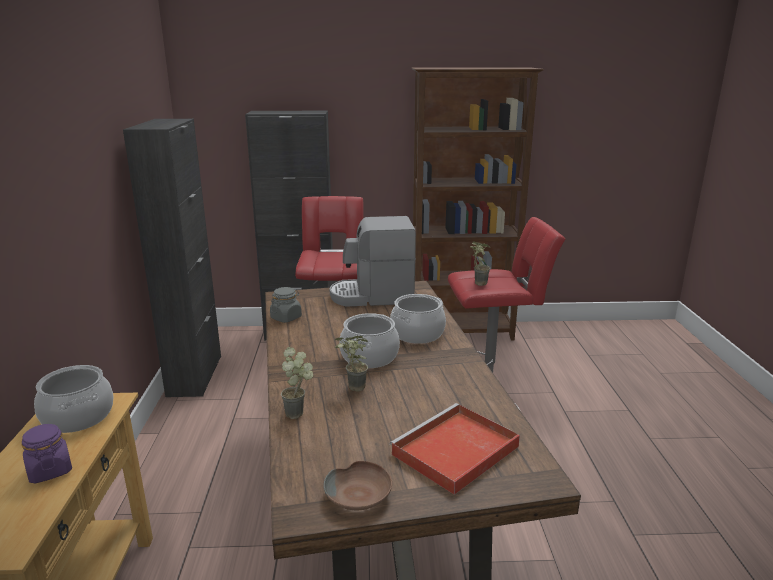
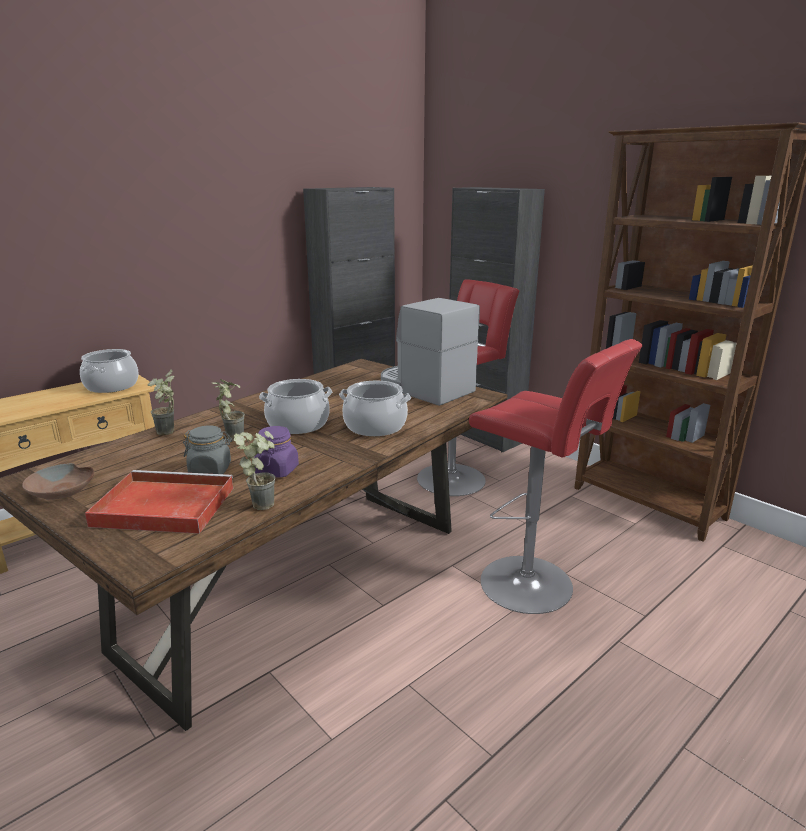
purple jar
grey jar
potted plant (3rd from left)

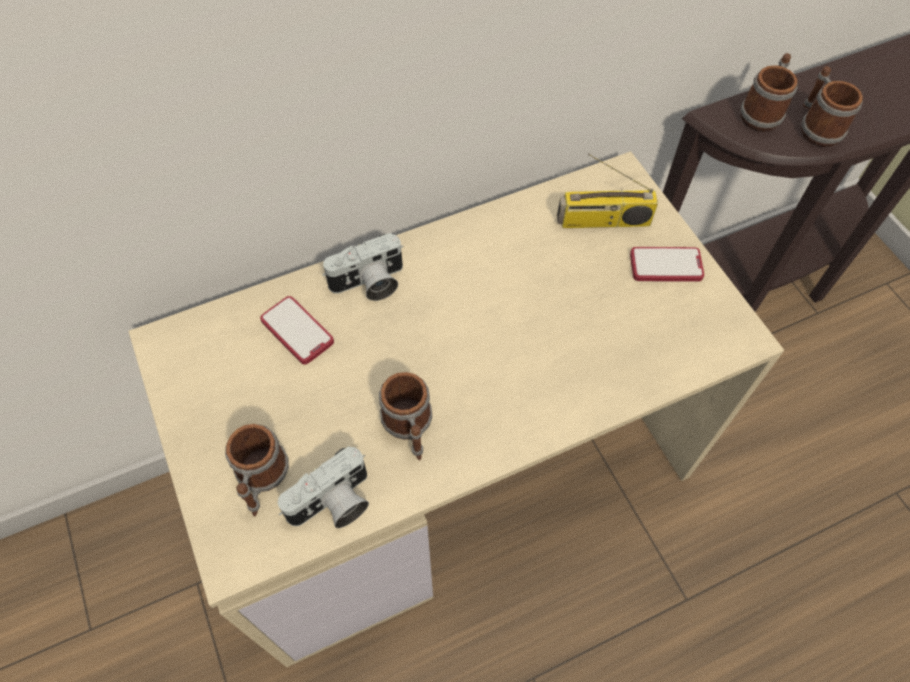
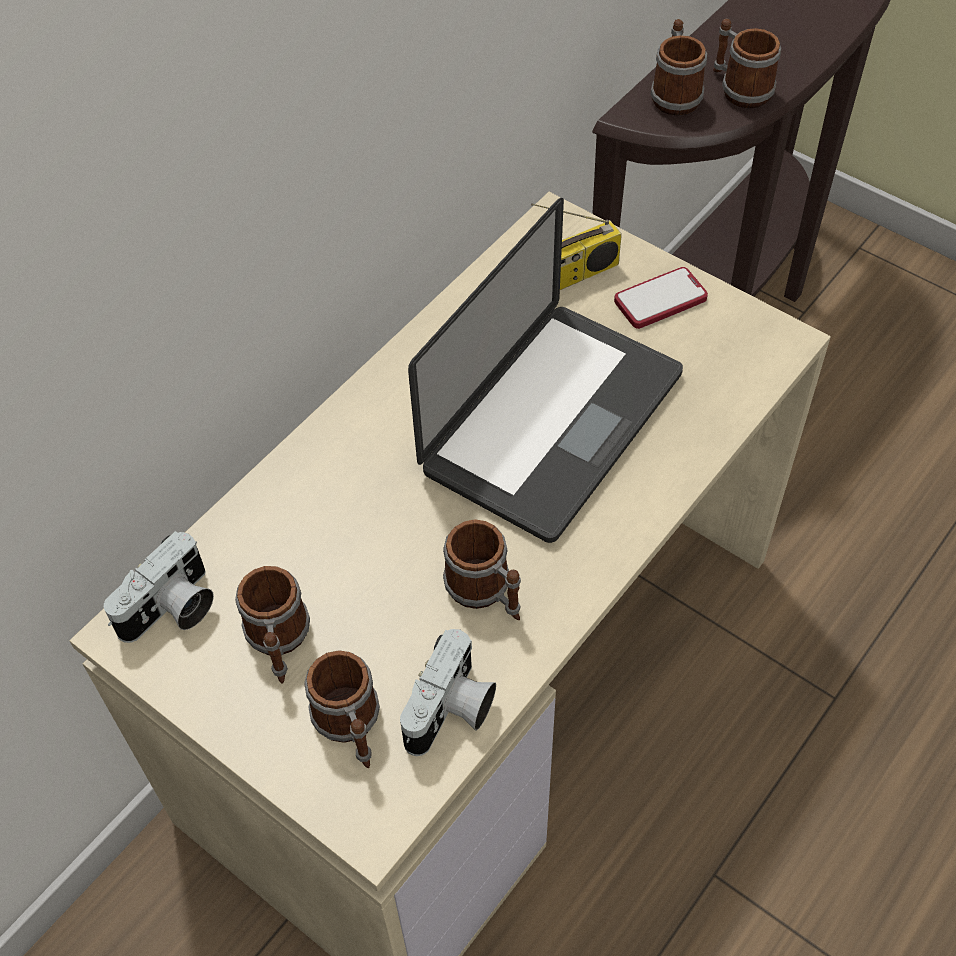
phone (1st from left in the first image)
mug (1st from left)
laptop
photo camera (1st from left)

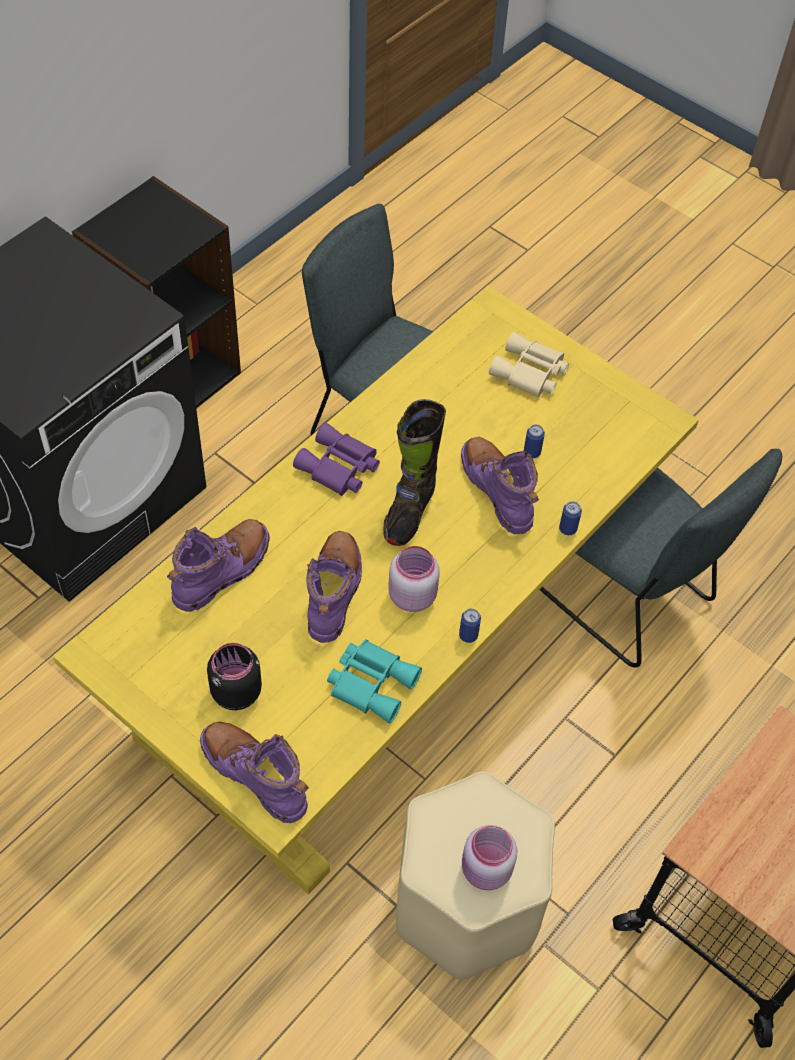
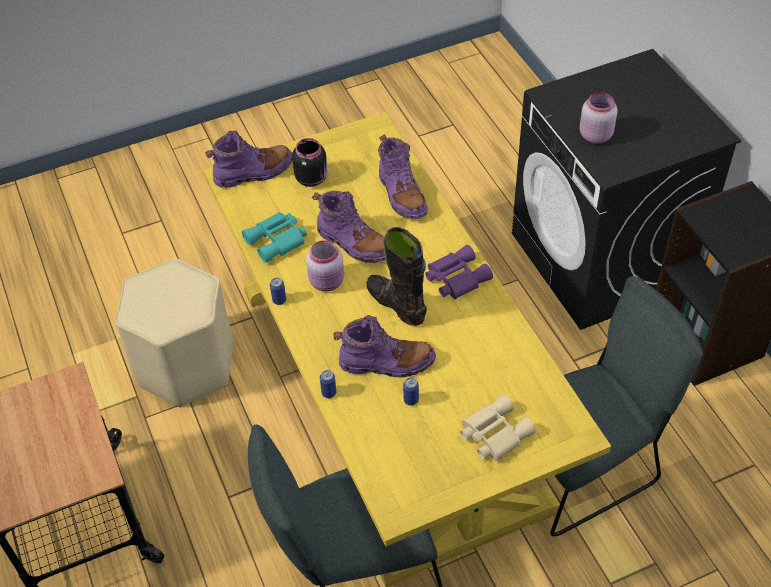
pink jar (2nd from left)

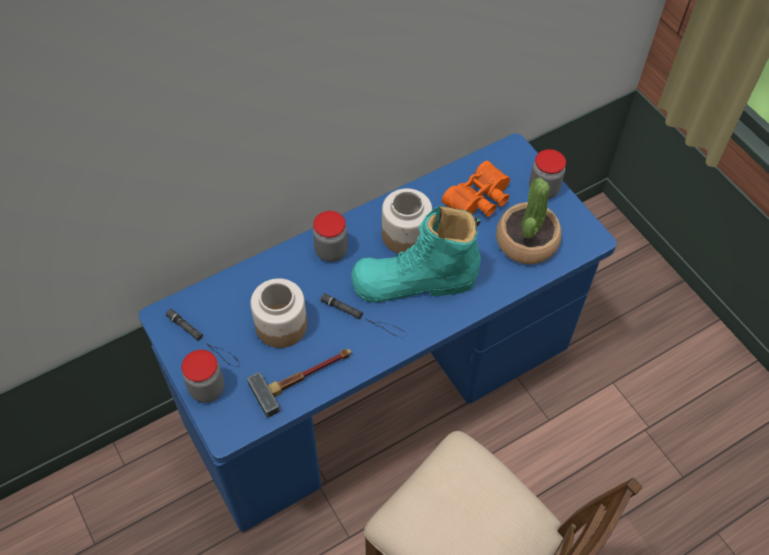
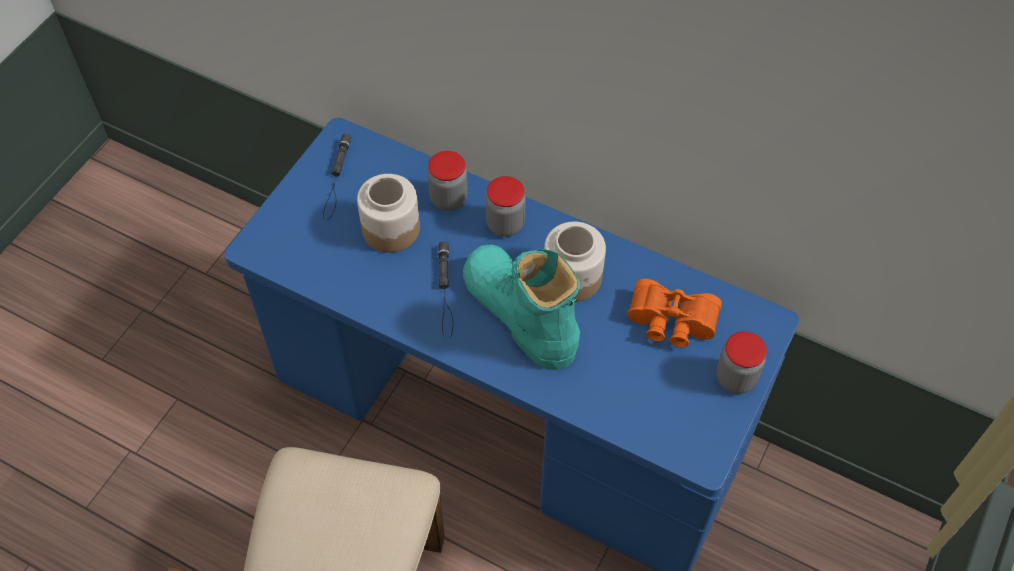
hammer
potted plant
jar (2nd from left)

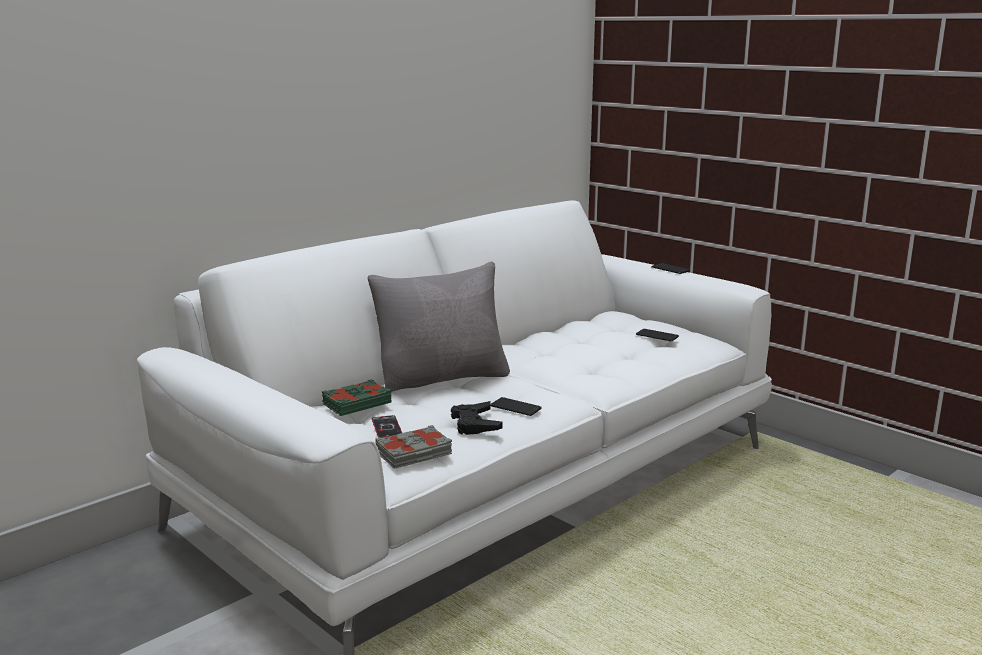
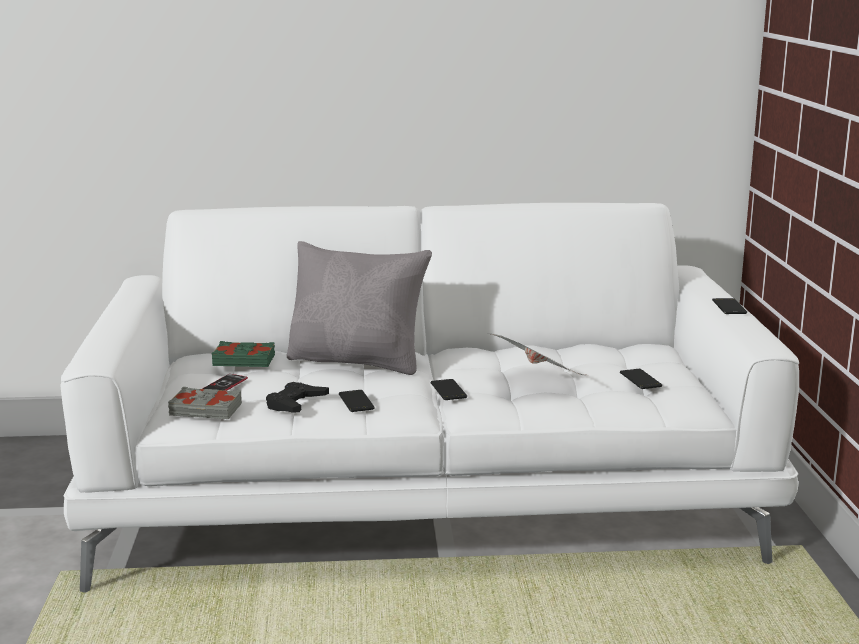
phone (3rd from left)
newspaper

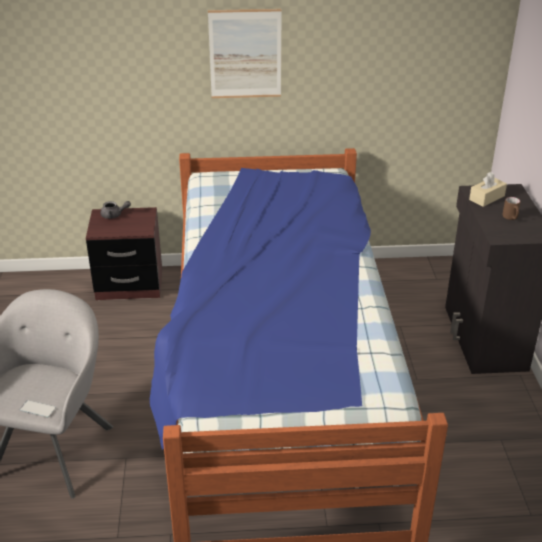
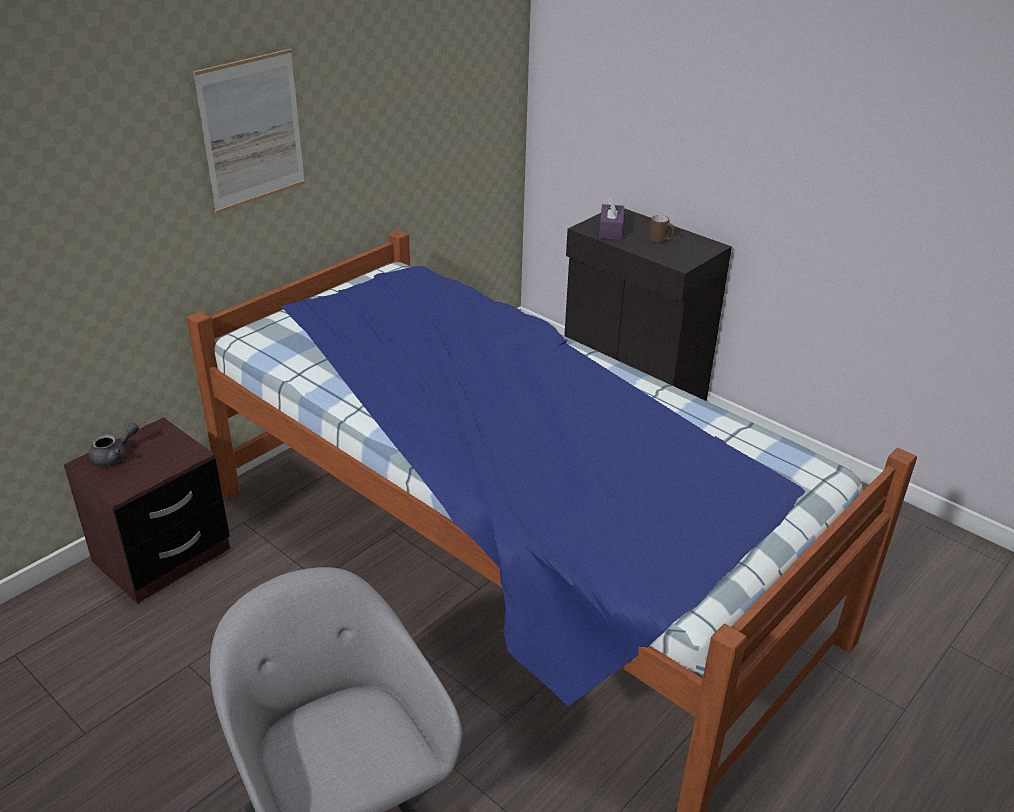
phone
purple tissue box

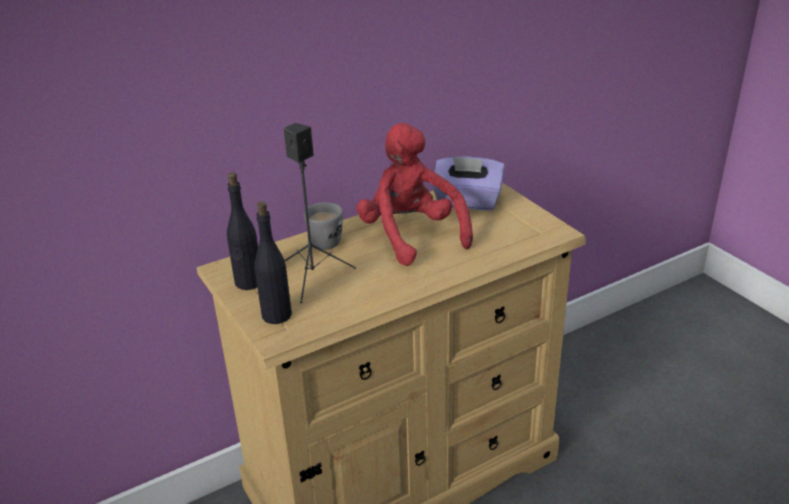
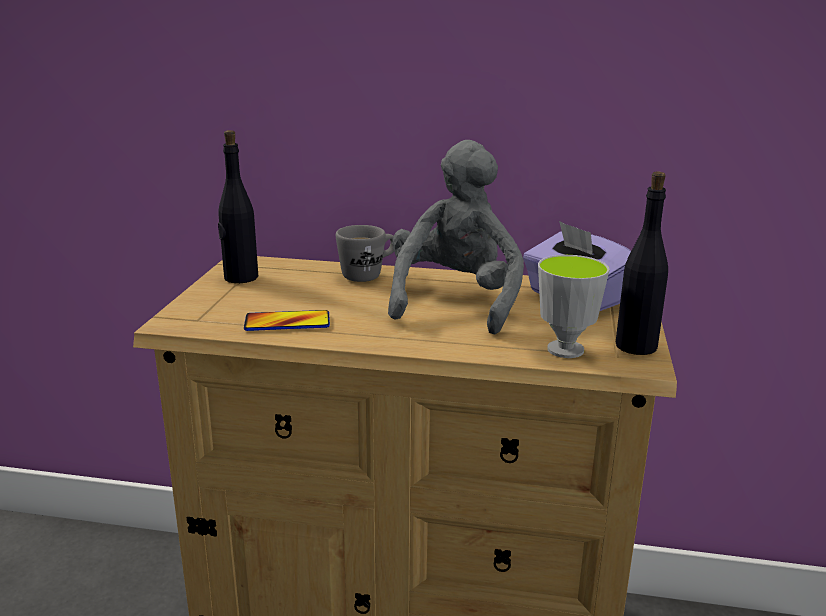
black speaker
phone
cup
black bottle (2nd from left)
grey plush toy

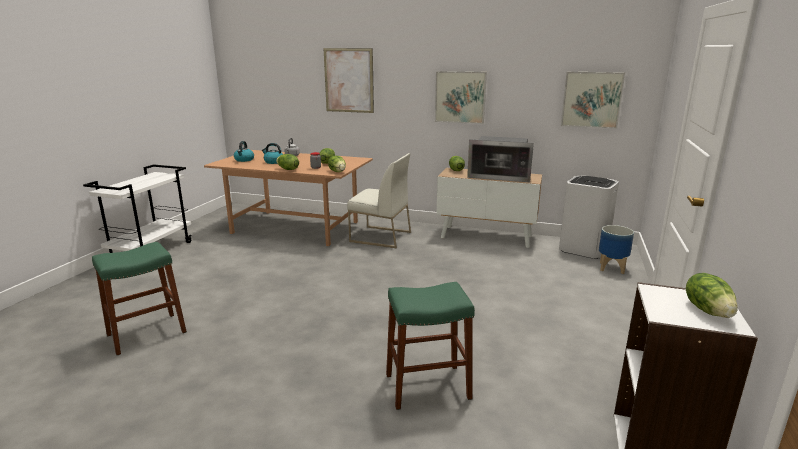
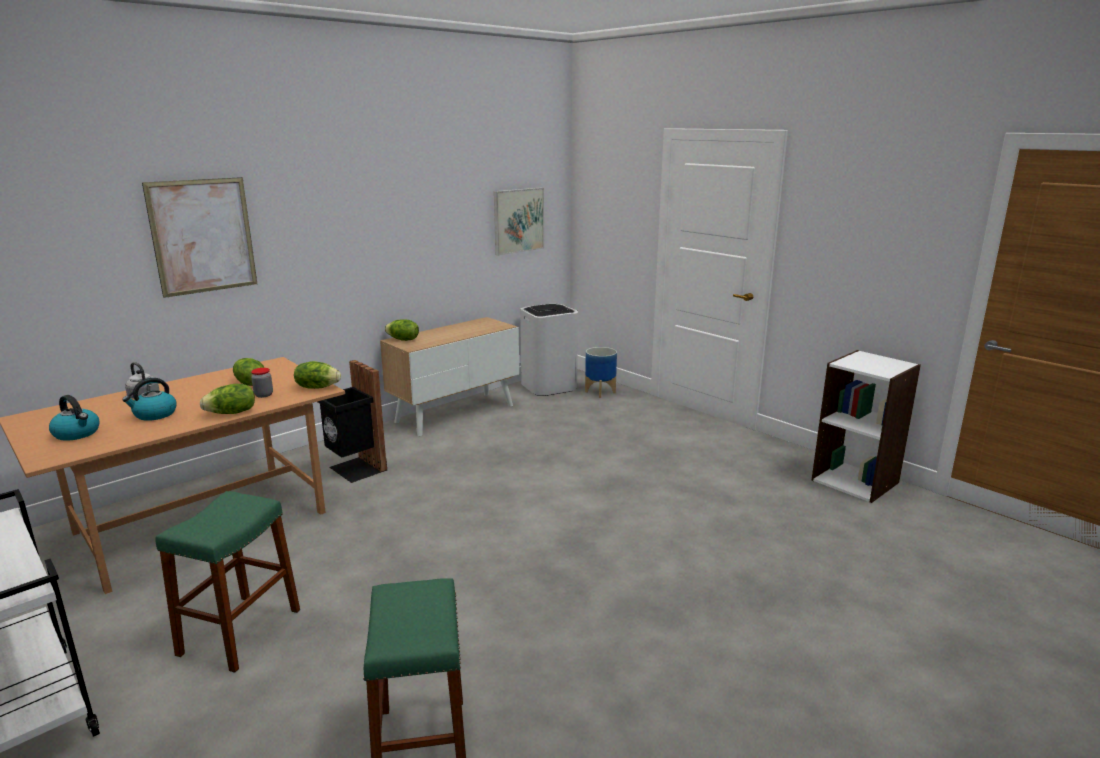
picture (2nd from left in the first image)
microwave
lettuce (5th from left in the first image)
green stool (1st from left)
black trash can

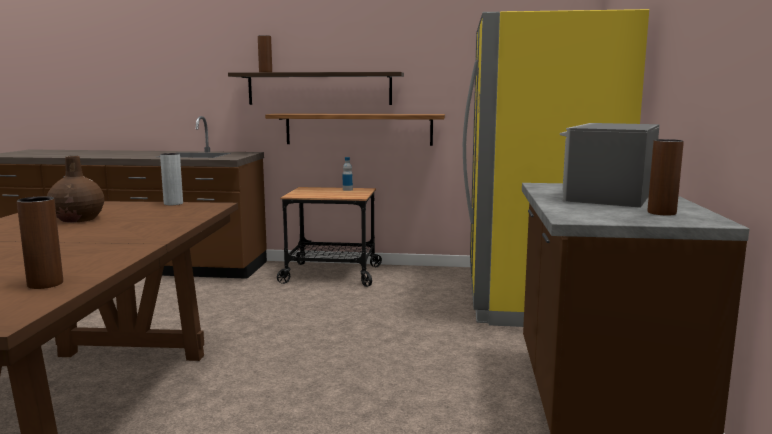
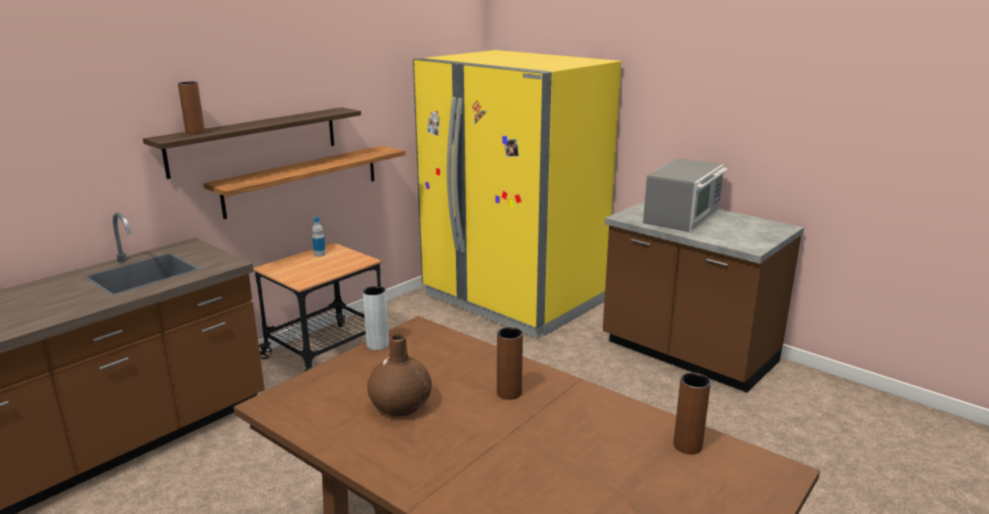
brown vase (3rd from left)
microwave

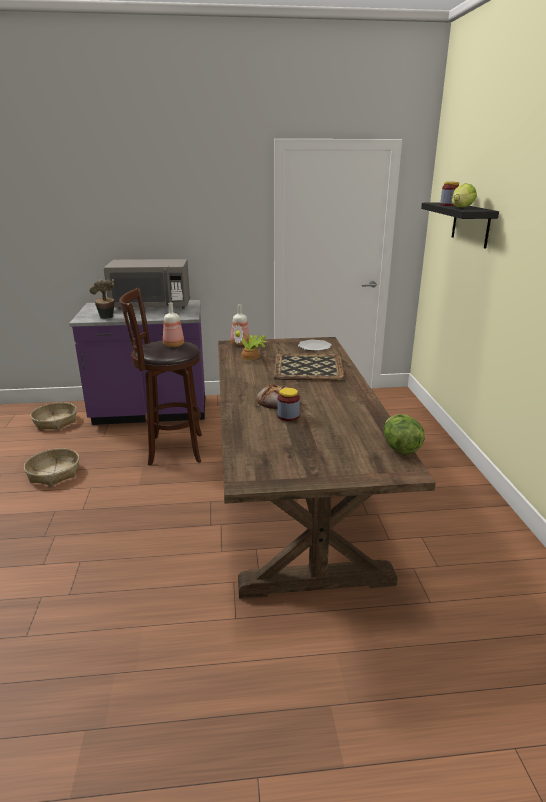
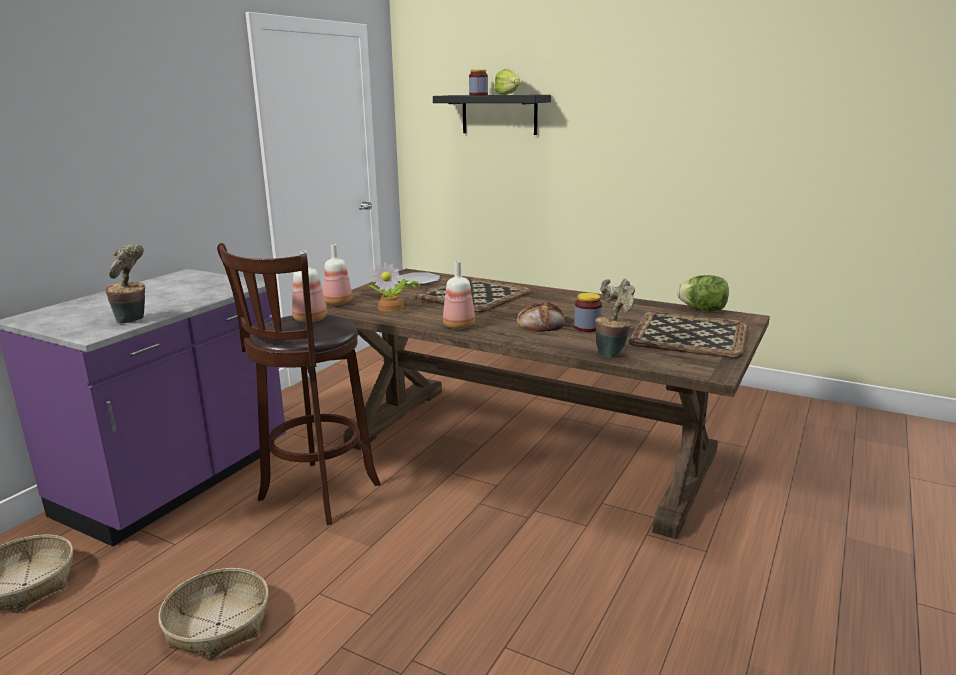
grey microwave
bottle (3rd from left)
potted plant (3rd from left)
tray (2nd from left)

